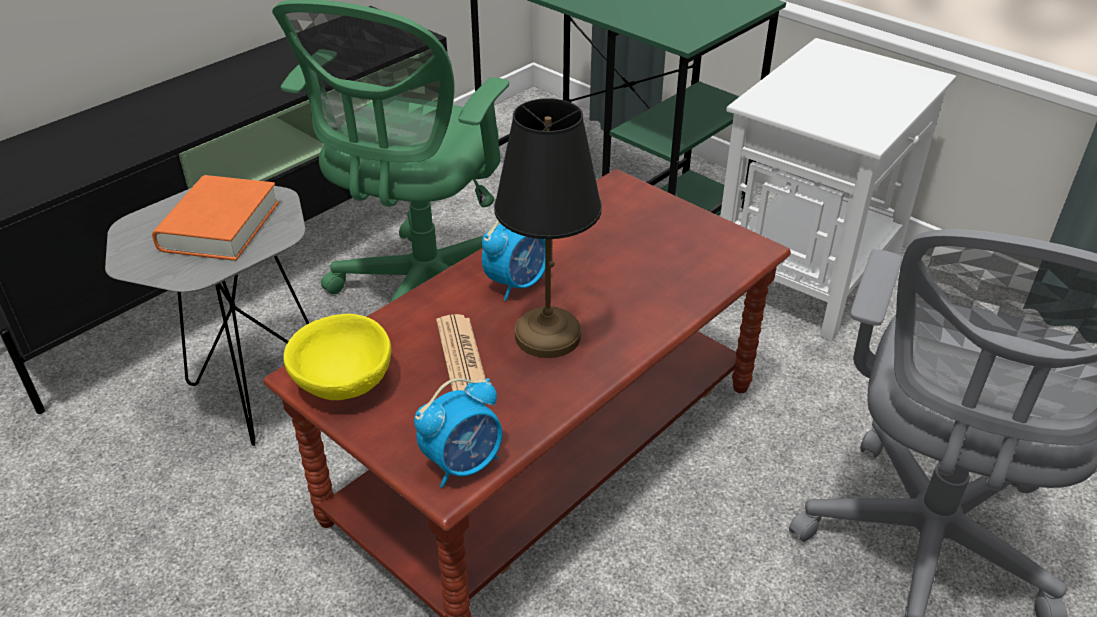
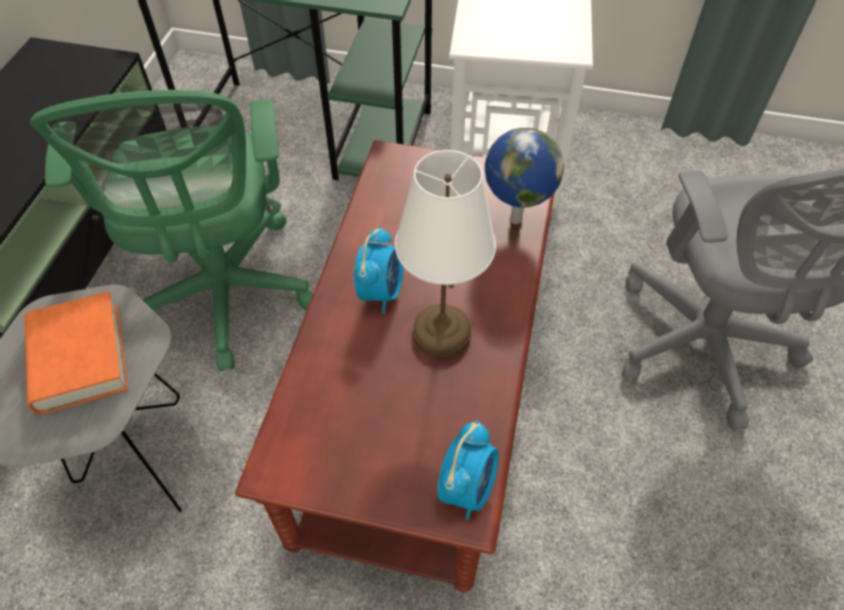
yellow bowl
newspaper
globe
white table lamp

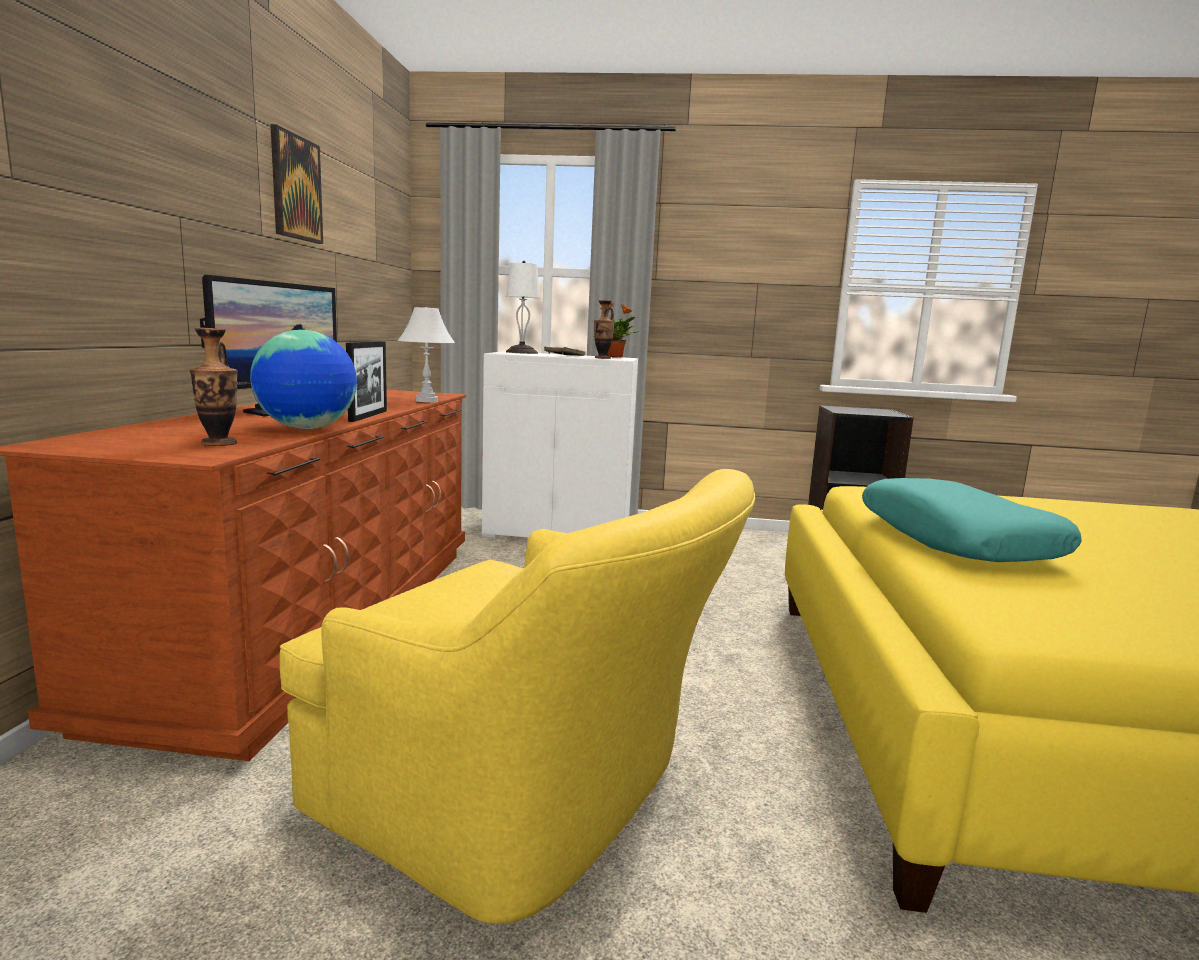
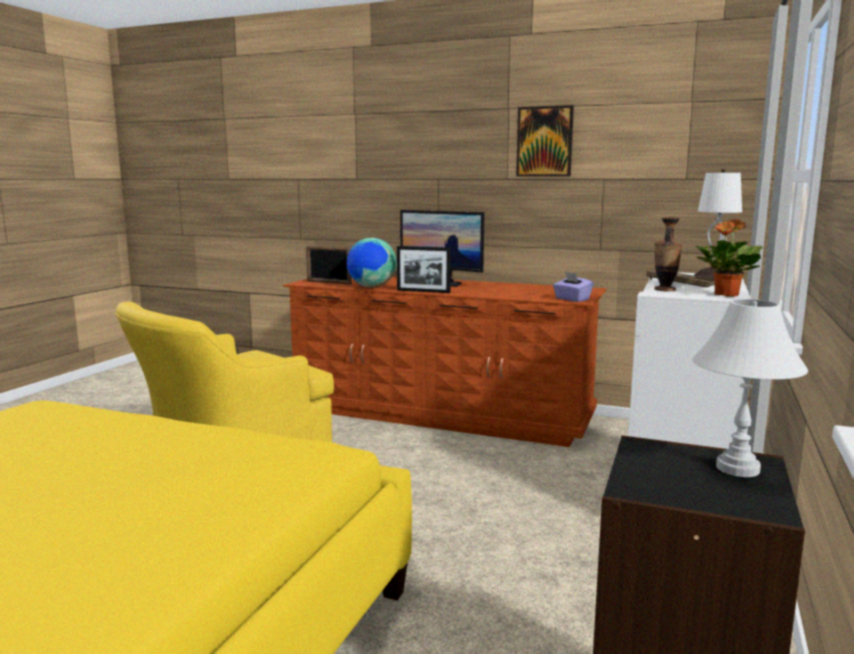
turquoise pillow
purple tissue box
white table lamp (2nd from left)
picture frame (1st from left)

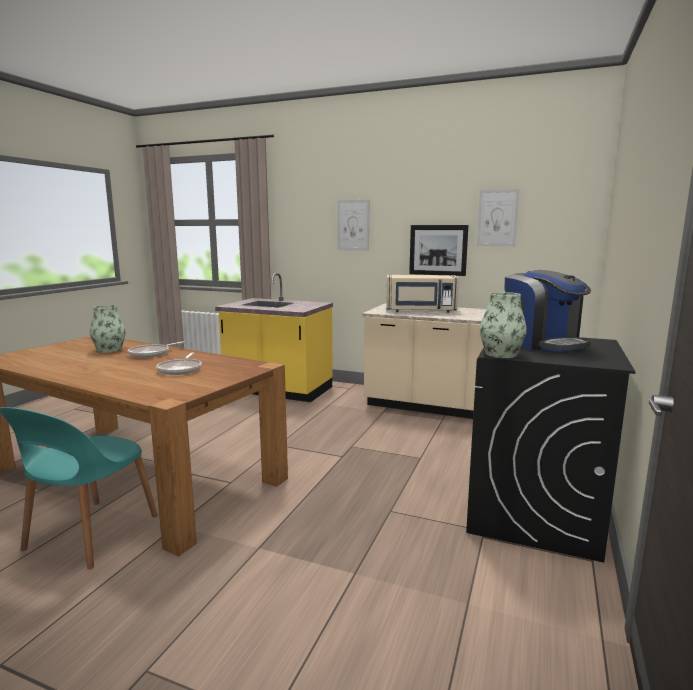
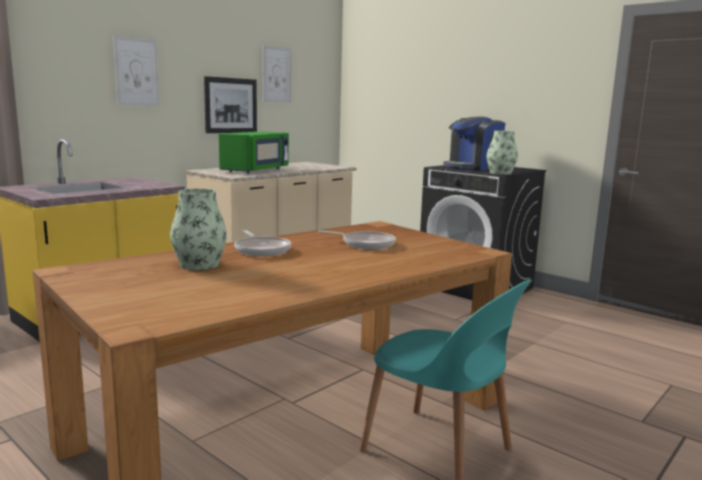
green microwave
coffee machine

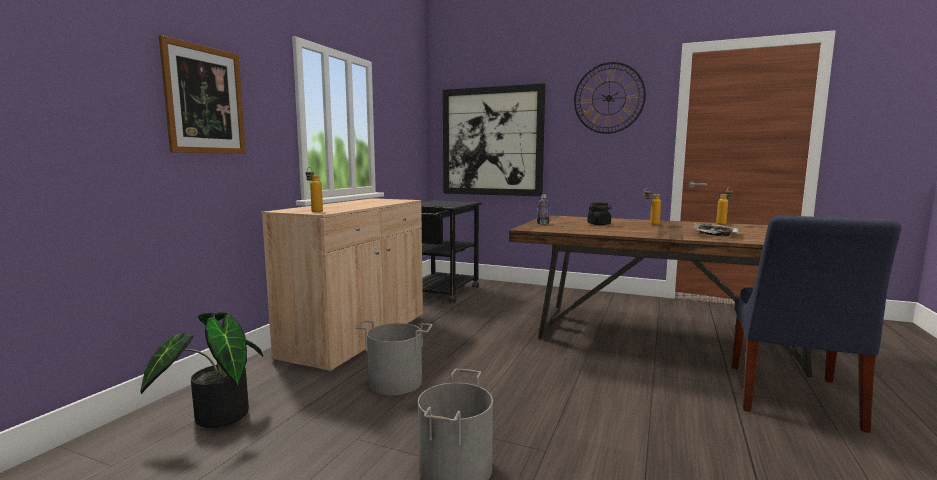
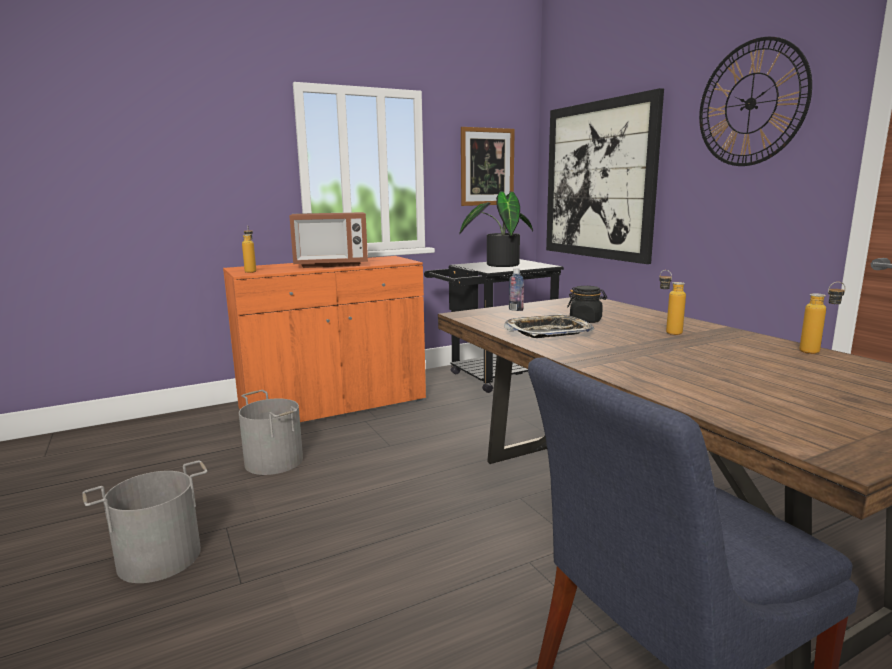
microwave
potted plant
picture (1st from left)
tray
orange cabinet

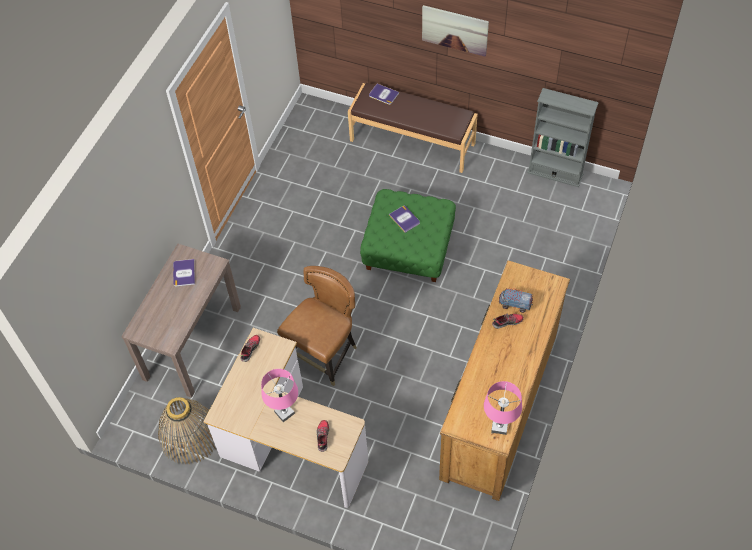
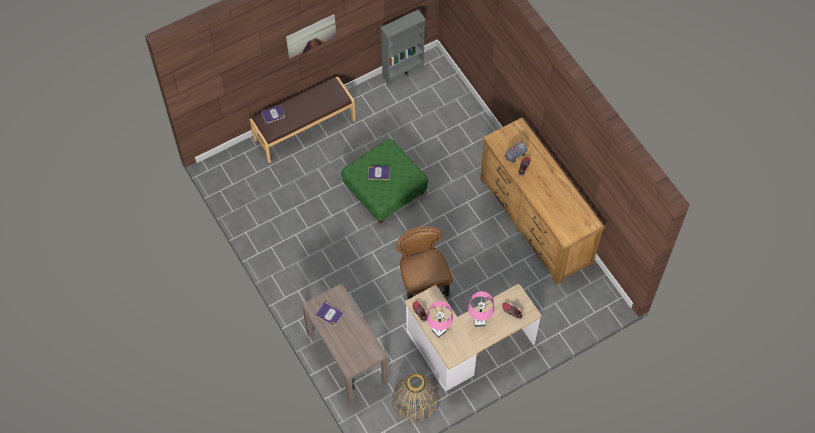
pink table lamp (1st from left)

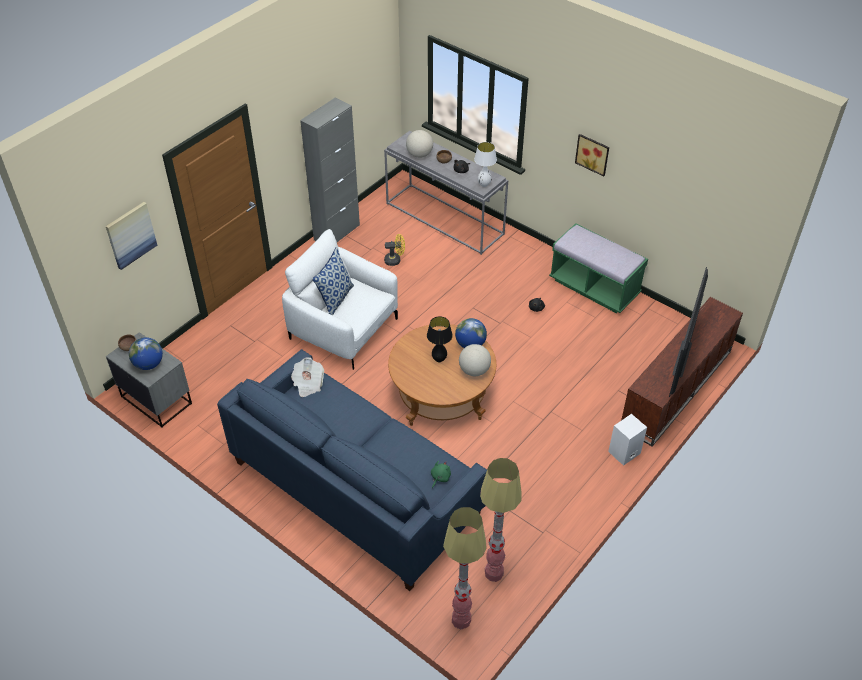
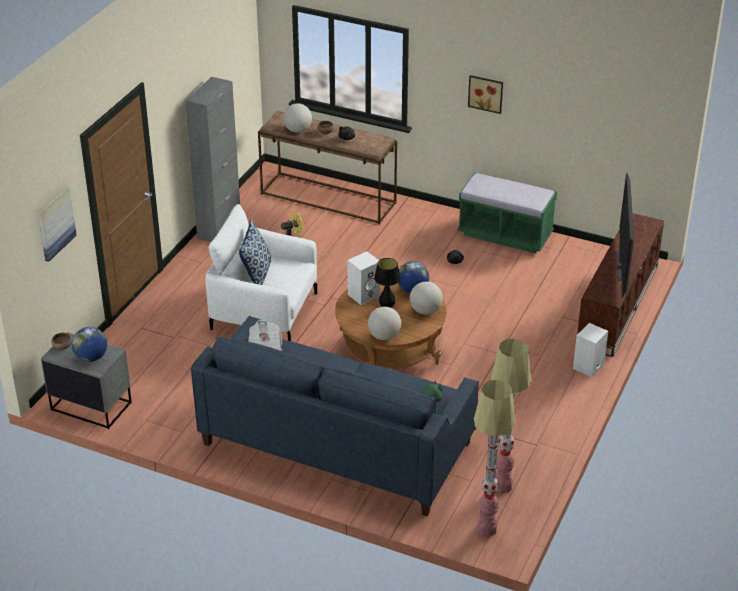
white table lamp
white speaker (1st from left)
globe (3rd from left)
brown console table

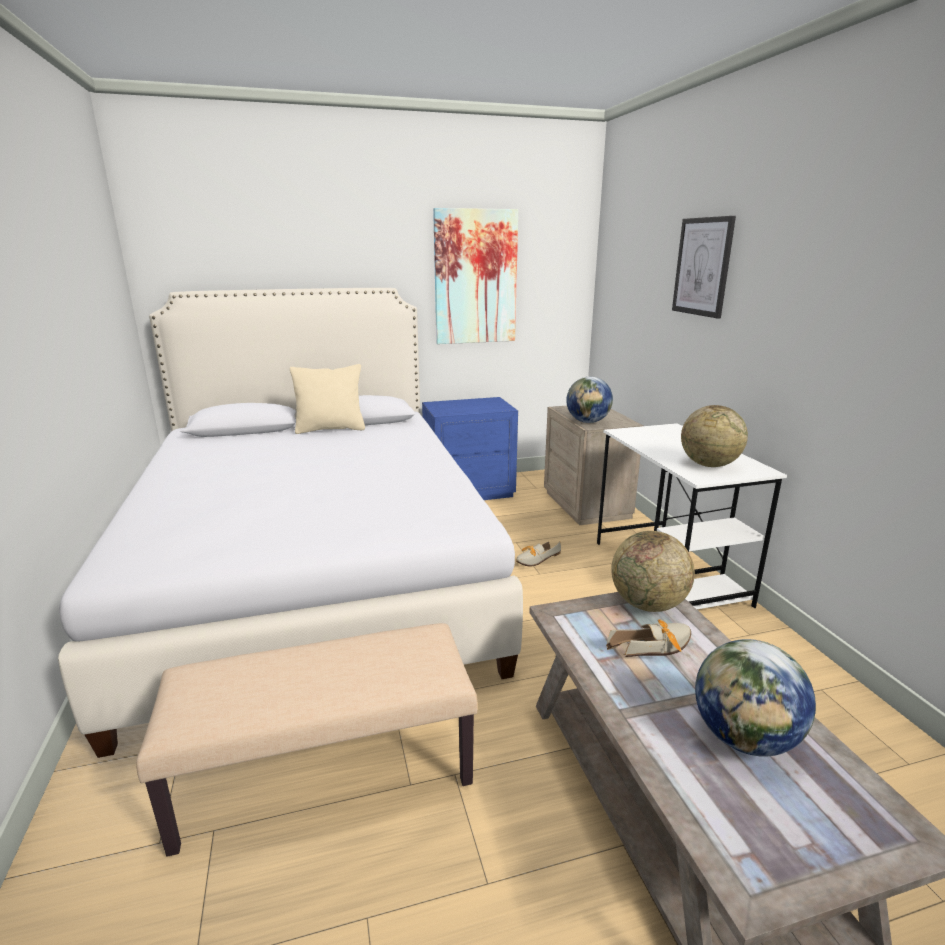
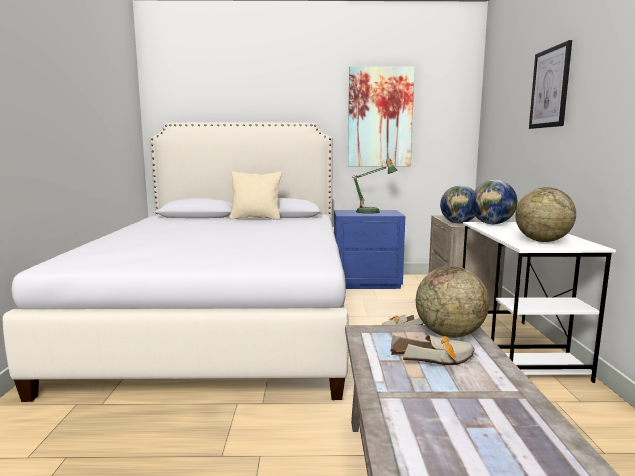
beige bench
table lamp
globe (3rd from left)

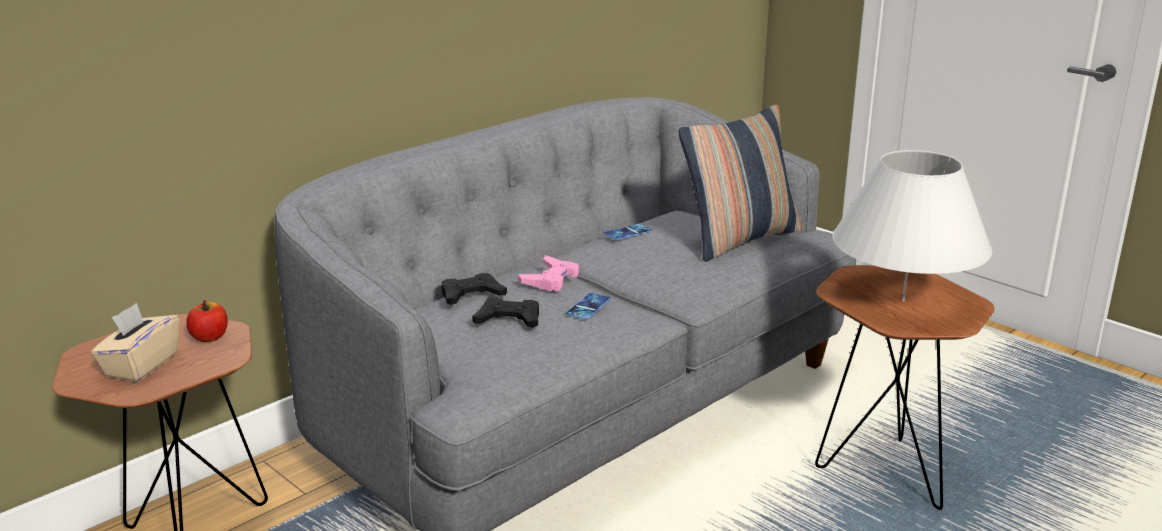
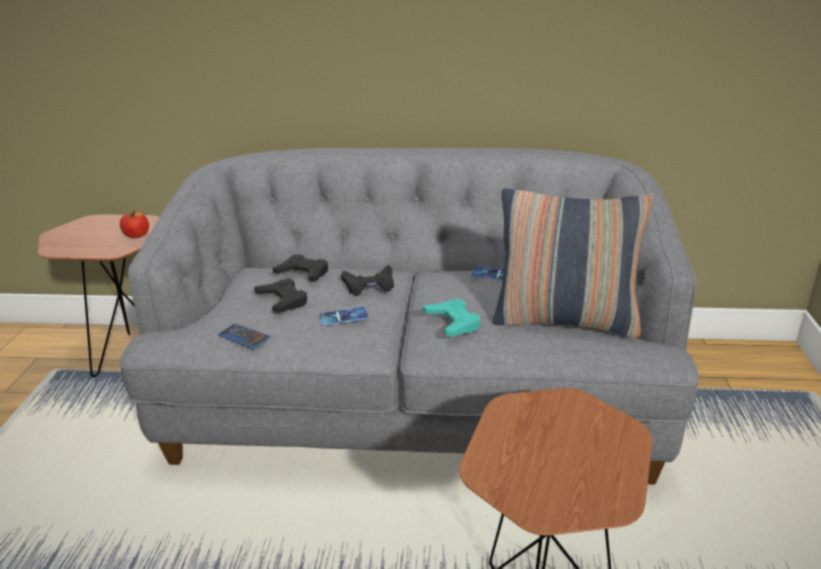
beige tissue box
white table lamp
phone (1st from left)
turquoise game controller
black game controller (3rd from left)

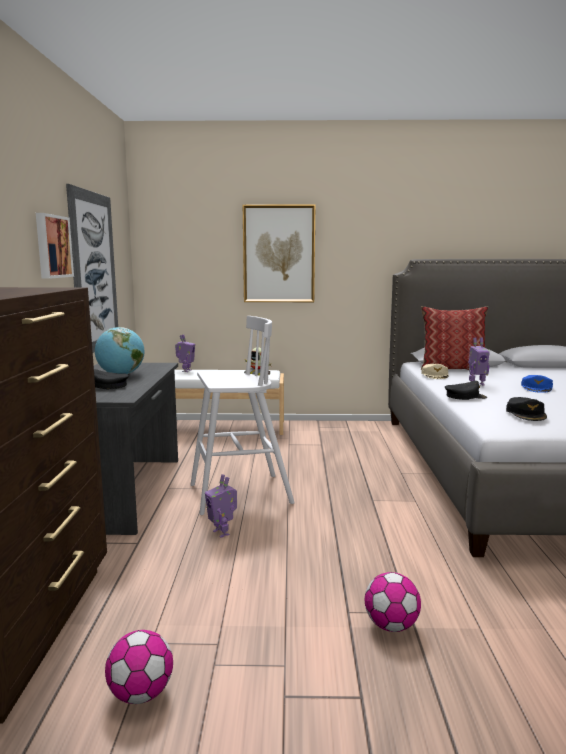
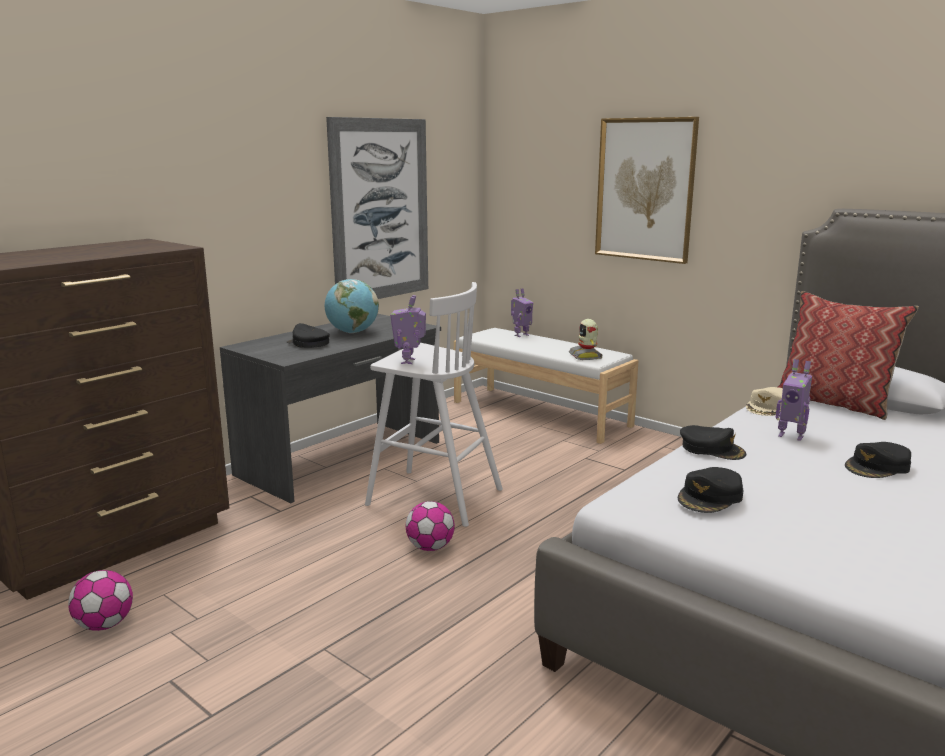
picture (1st from left in the first image)
toy robot (1st from left)
football (2nd from left)
black cap (4th from left)

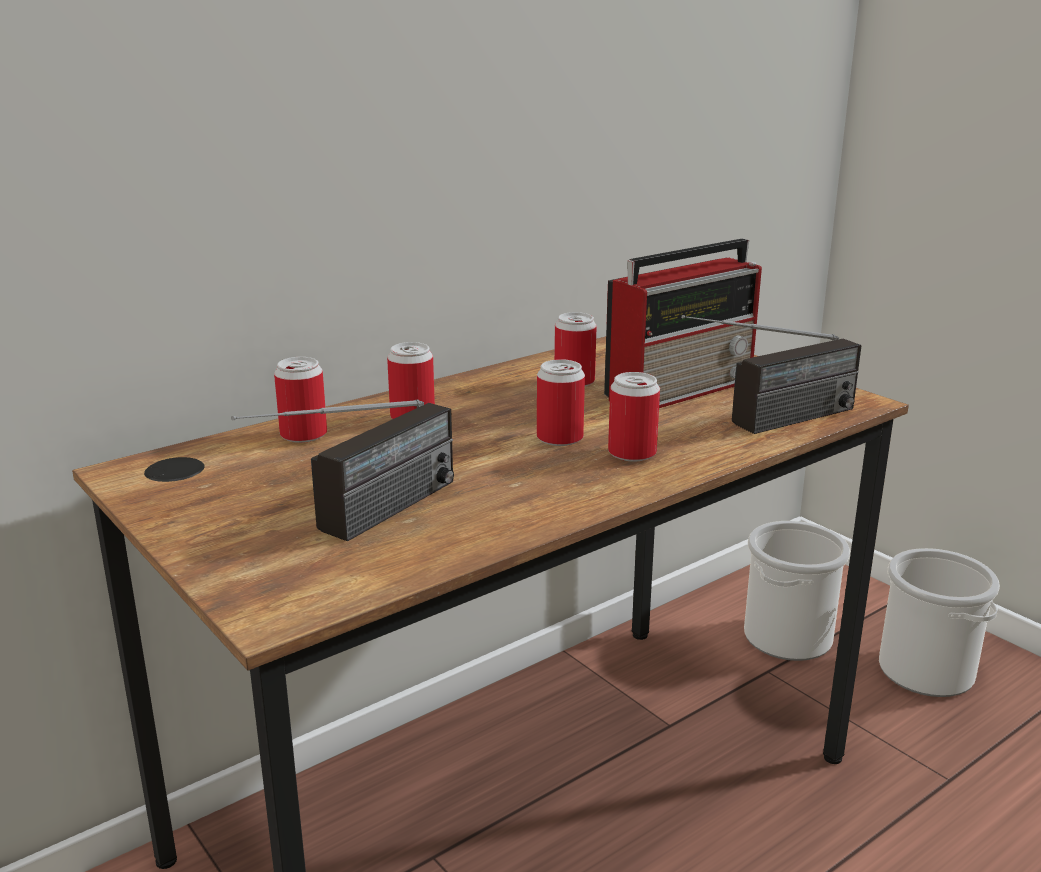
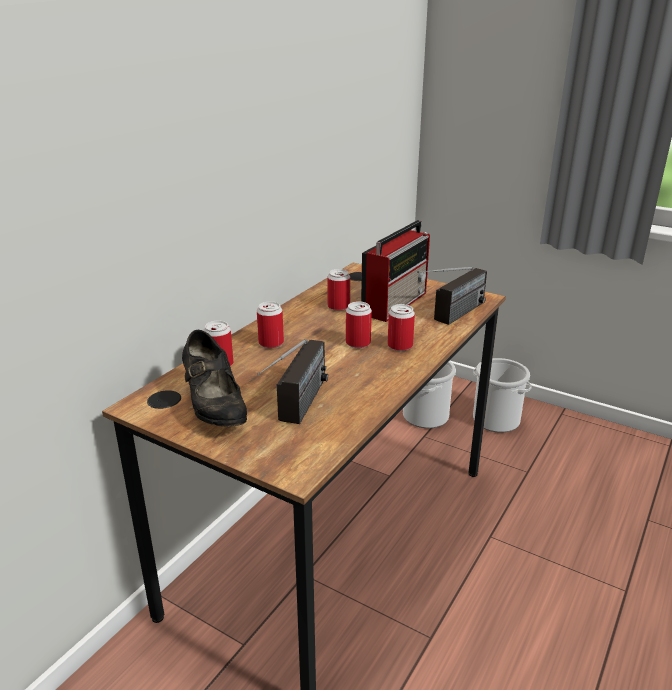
black shoe

